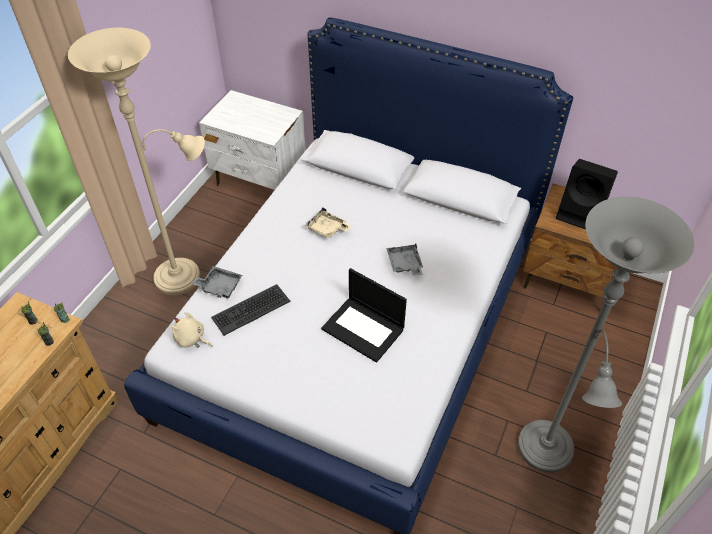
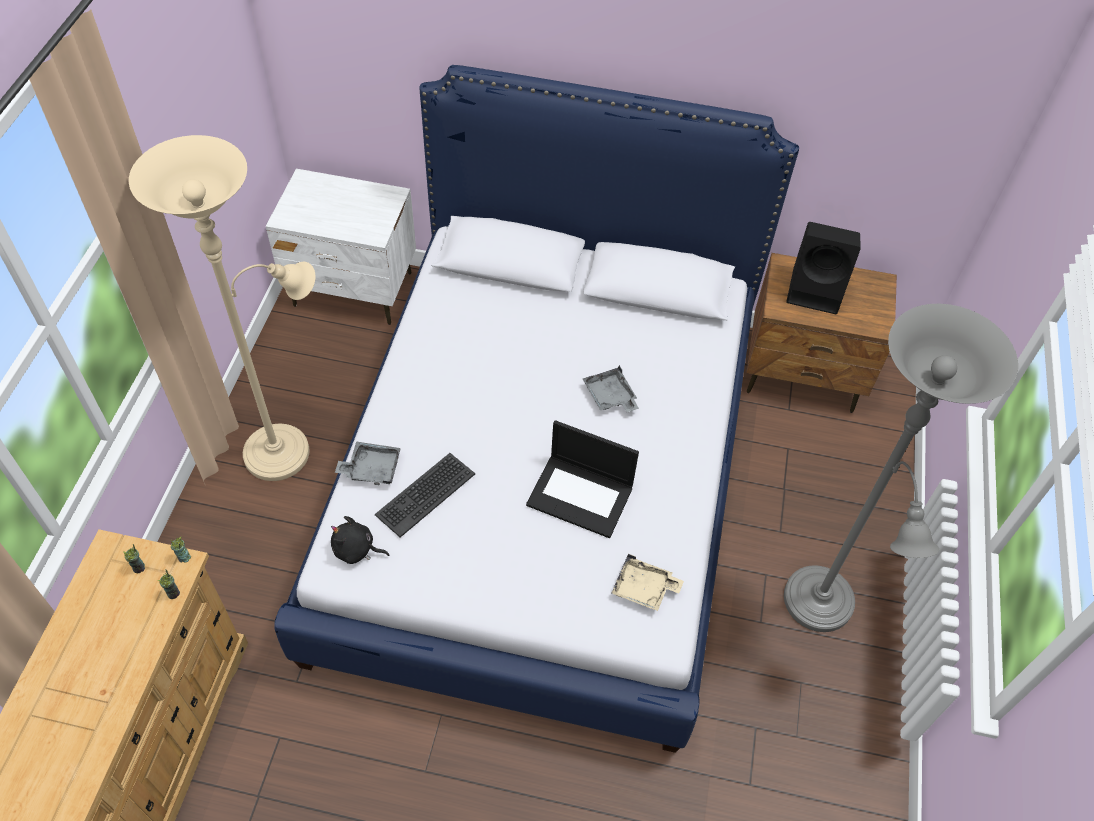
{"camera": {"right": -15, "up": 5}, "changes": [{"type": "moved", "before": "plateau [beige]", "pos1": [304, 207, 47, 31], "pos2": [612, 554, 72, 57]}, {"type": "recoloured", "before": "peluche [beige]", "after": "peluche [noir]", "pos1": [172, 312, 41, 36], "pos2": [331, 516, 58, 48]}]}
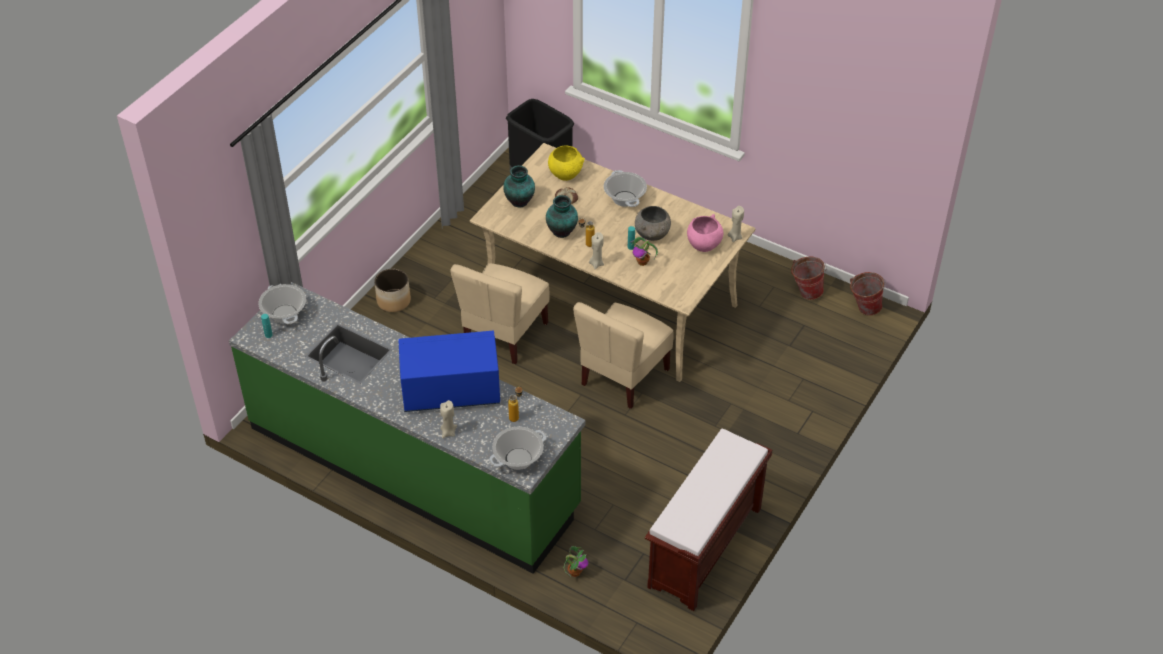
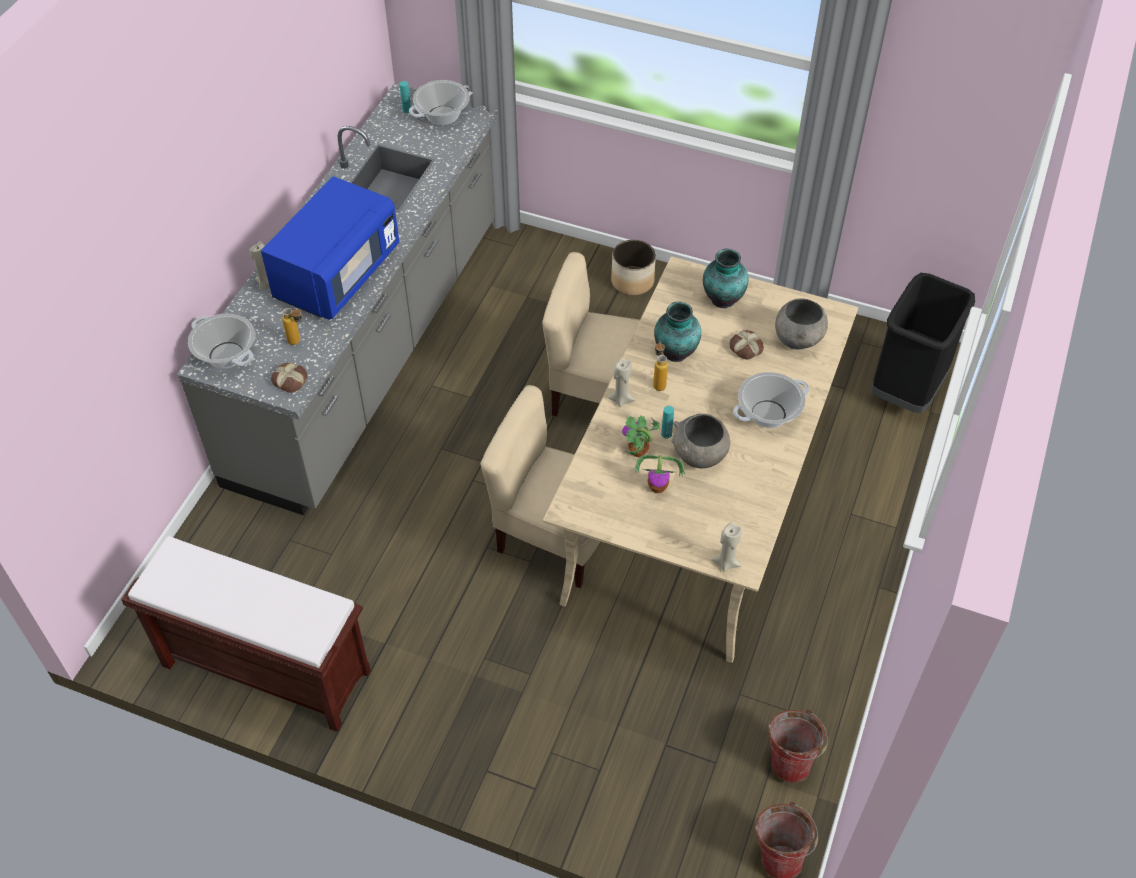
{"camera": {"right": 80, "up": 5}, "changes": [{"type": "removed", "before": "bol [rose]", "pos1": [687, 214, 37, 38]}, {"type": "added", "after": "pain", "pos2": [271, 363, 37, 30]}, {"type": "moved", "before": "plante en pot", "pos1": [564, 546, 24, 31], "pos2": [633, 455, 52, 38]}, {"type": "recoloured", "before": "comptoir de cuisine [vert]", "after": "comptoir de cuisine [gris]", "pos1": [229, 282, 357, 292], "pos2": [177, 83, 321, 432]}, {"type": "recoloured", "before": "bol [jaune]", "after": "bol [gris]", "pos1": [548, 145, 37, 36], "pos2": [775, 298, 53, 51]}, {"type": "turned", "before": "micro-ondes [bleu]", "pos1": [398, 330, 102, 82], "pos2": [261, 176, 138, 144], "turn": 45}]}
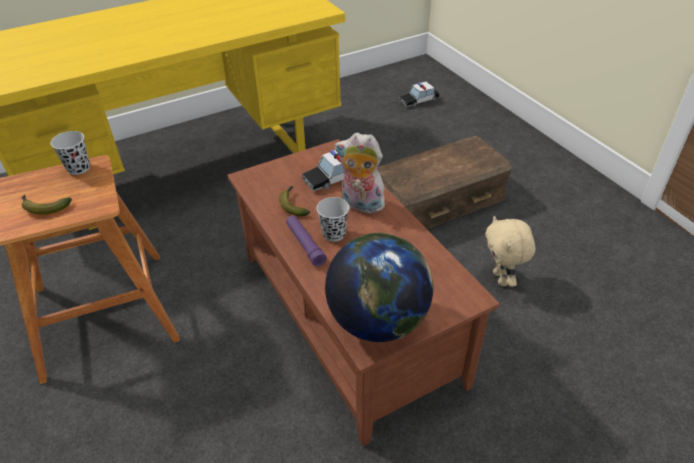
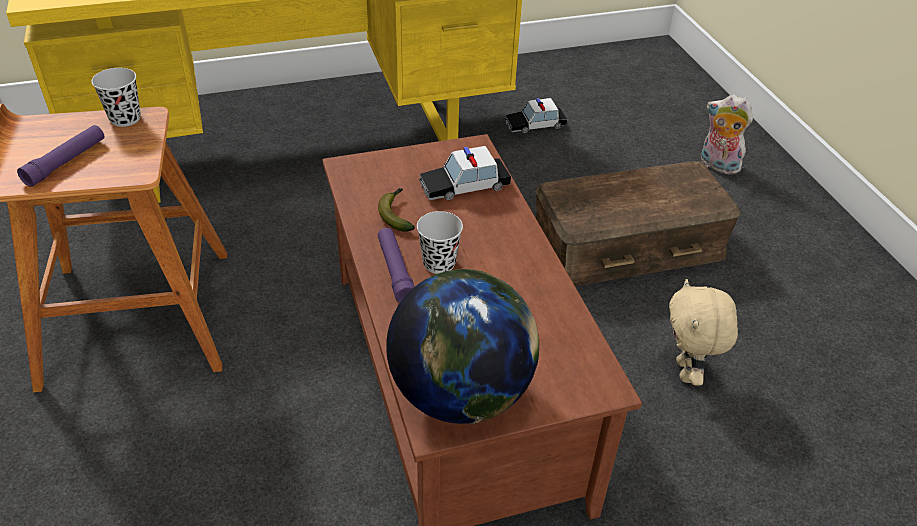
{"camera": {"right": 10, "up": 0}, "changes": [{"type": "moved", "before": "peluche", "pos1": [335, 133, 50, 80], "pos2": [701, 94, 52, 81]}, {"type": "moved", "before": "petite voiture", "pos1": [399, 82, 41, 25], "pos2": [505, 98, 62, 35]}, {"type": "replaced", "before": "banane", "after": "lampe de poche [violet]", "pos1": [22, 195, 50, 19], "pos2": [17, 125, 87, 62]}]}
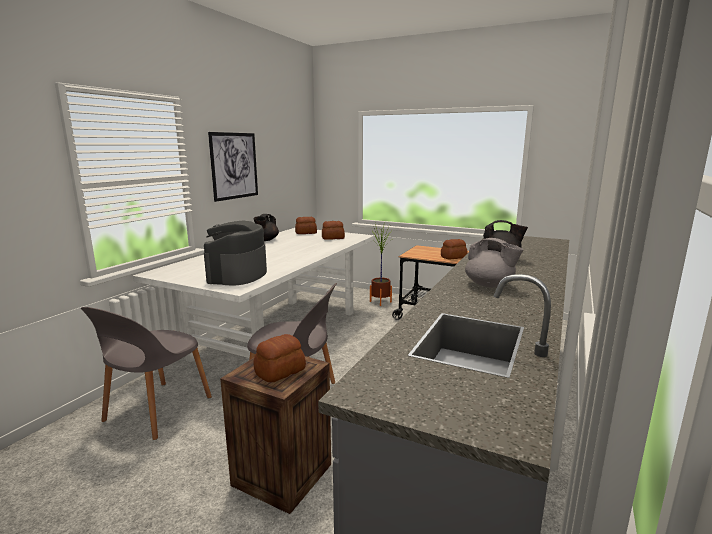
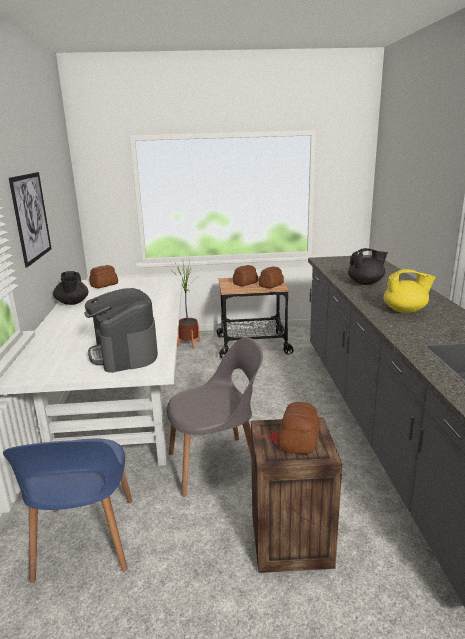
{"camera": {"right": -30, "up": 5}, "changes": [{"type": "moved", "before": "pain", "pos1": [322, 221, 23, 19], "pos2": [233, 265, 25, 21]}, {"type": "recoloured", "before": "chaise [gris]", "after": "chaise [bleu]", "pos1": [81, 307, 131, 133], "pos2": [3, 439, 130, 144]}, {"type": "recoloured", "before": "théière [gris]", "after": "théière [jaune]", "pos1": [465, 238, 59, 50], "pos2": [384, 269, 52, 44]}]}
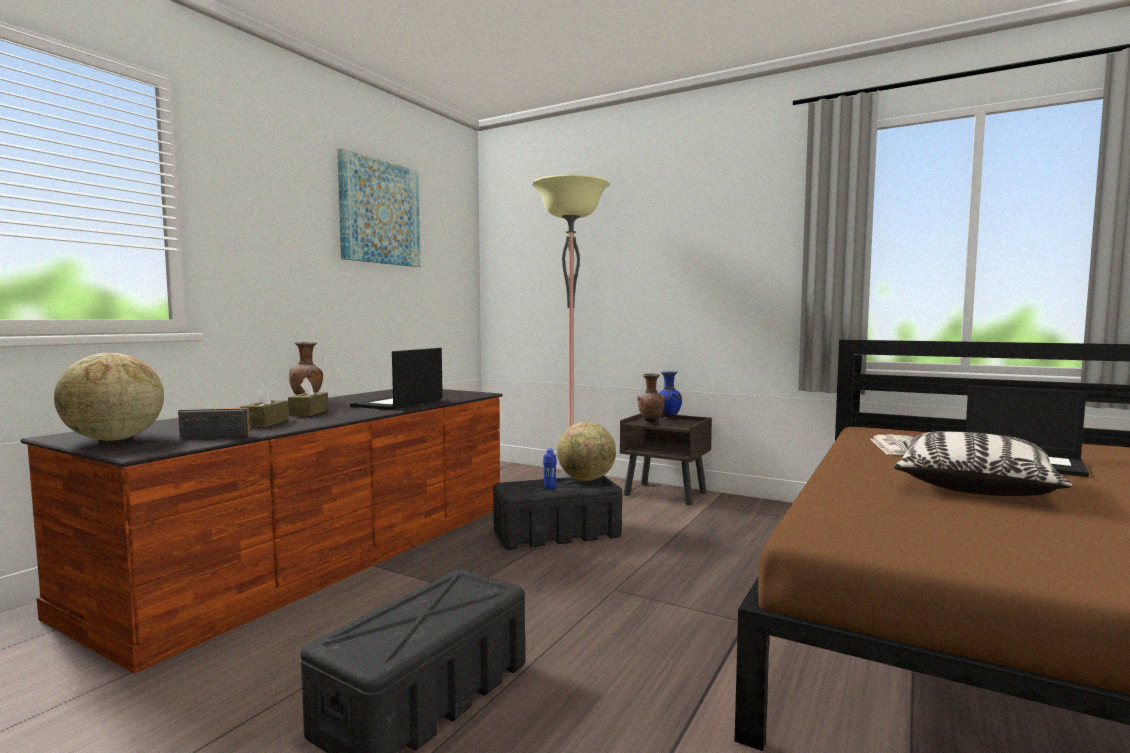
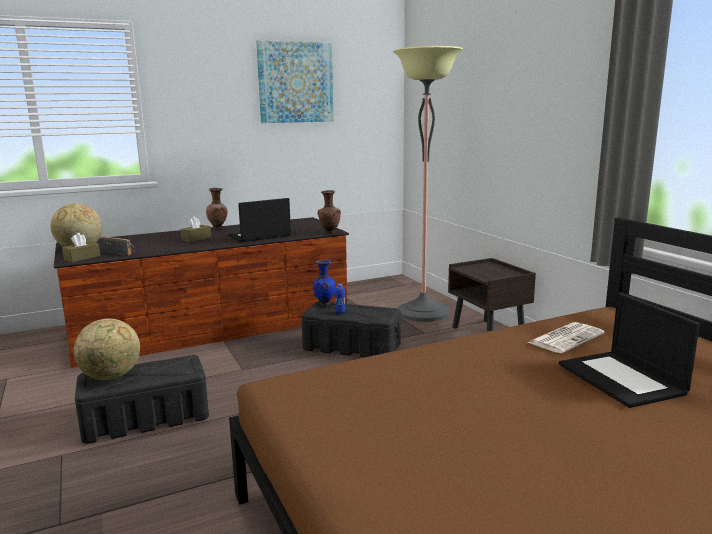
{"camera": {"right": 35, "up": 10}, "changes": [{"type": "removed", "before": "coussin", "pos1": [894, 431, 178, 65]}, {"type": "moved", "before": "boîte à mouchoirs [marron]", "pos1": [240, 384, 49, 44], "pos2": [62, 233, 39, 29]}, {"type": "moved", "before": "globe", "pos1": [557, 422, 59, 59], "pos2": [73, 318, 67, 62]}, {"type": "moved", "before": "vase [marron]", "pos1": [637, 374, 28, 51], "pos2": [318, 190, 23, 43]}, {"type": "moved", "before": "vase [bleu]", "pos1": [659, 371, 23, 49], "pos2": [313, 260, 23, 46]}]}
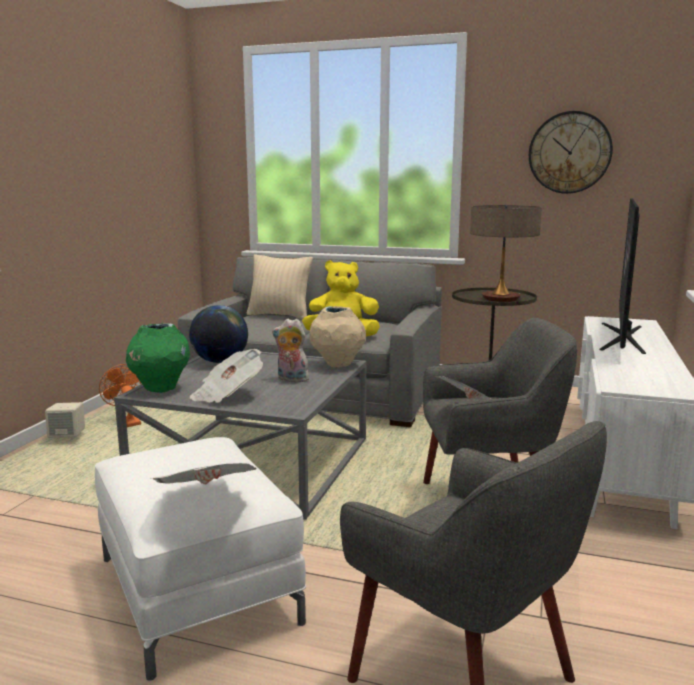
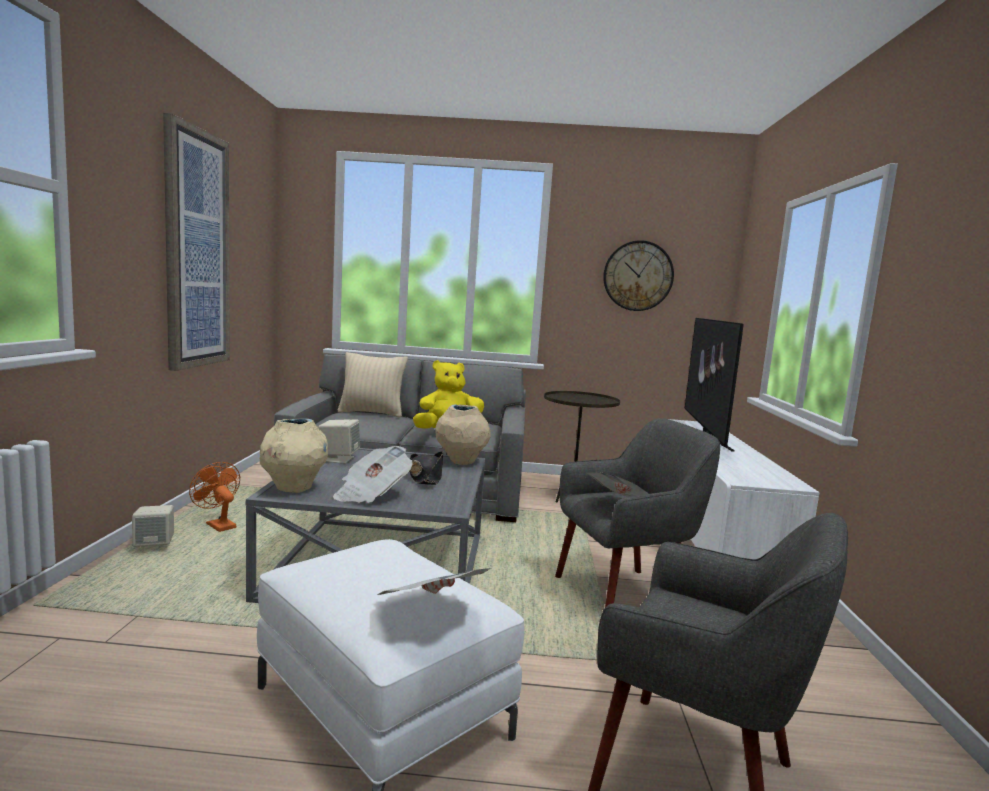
{"camera": {"right": -15, "up": -5}, "changes": [{"type": "removed", "before": "lampe de table", "pos1": [470, 205, 72, 97]}, {"type": "added", "after": "tableau", "pos2": [163, 113, 67, 258]}, {"type": "replaced", "before": "globe", "after": "enceinte [beige]", "pos1": [189, 305, 59, 58], "pos2": [318, 419, 42, 45]}, {"type": "replaced", "before": "peluche", "after": "chapeau [noir]", "pos1": [272, 319, 39, 63], "pos2": [409, 451, 34, 34]}, {"type": "recoloured", "before": "vase [vert]", "after": "vase [beige]", "pos1": [126, 324, 64, 69], "pos2": [260, 419, 68, 74]}]}
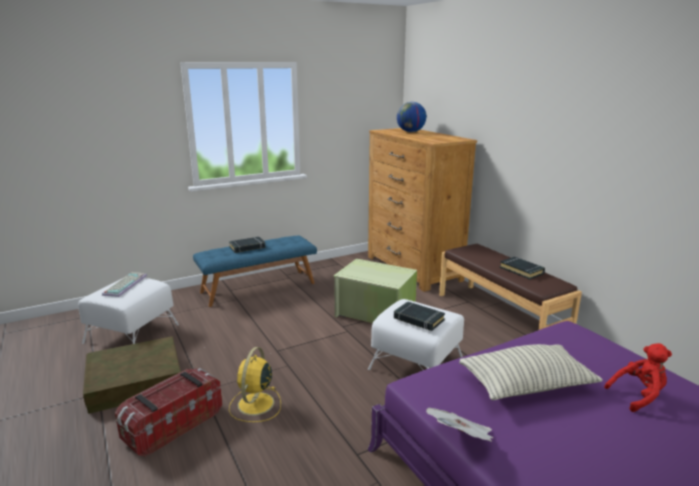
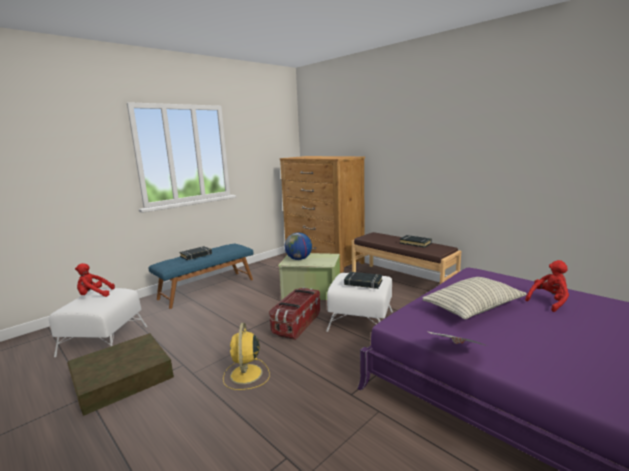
{"camera": {"right": -15, "up": -5}, "changes": [{"type": "moved", "before": "boîte de rangement", "pos1": [115, 368, 107, 89], "pos2": [269, 287, 51, 53]}, {"type": "moved", "before": "globe", "pos1": [397, 102, 29, 30], "pos2": [285, 233, 27, 27]}, {"type": "replaced", "before": "clavier", "after": "peluche [rouge]", "pos1": [102, 272, 45, 25], "pos2": [75, 263, 40, 34]}]}
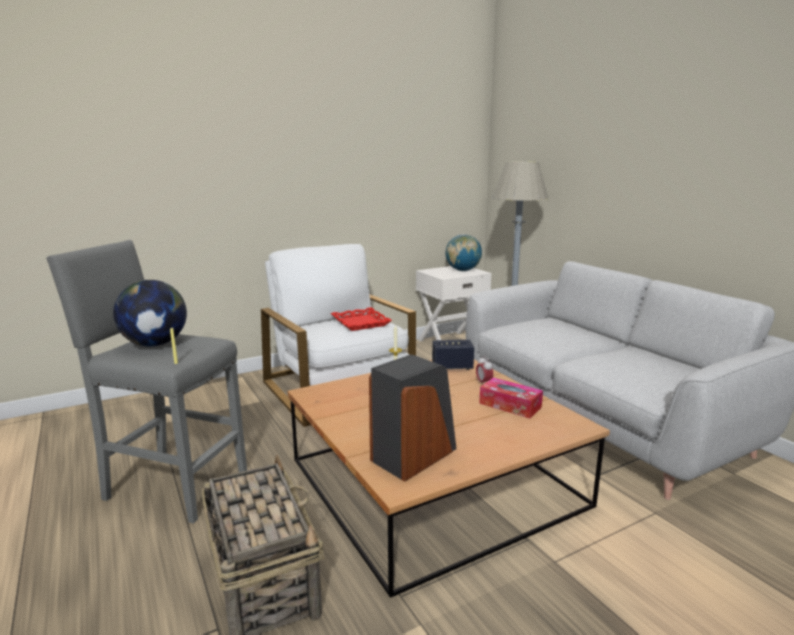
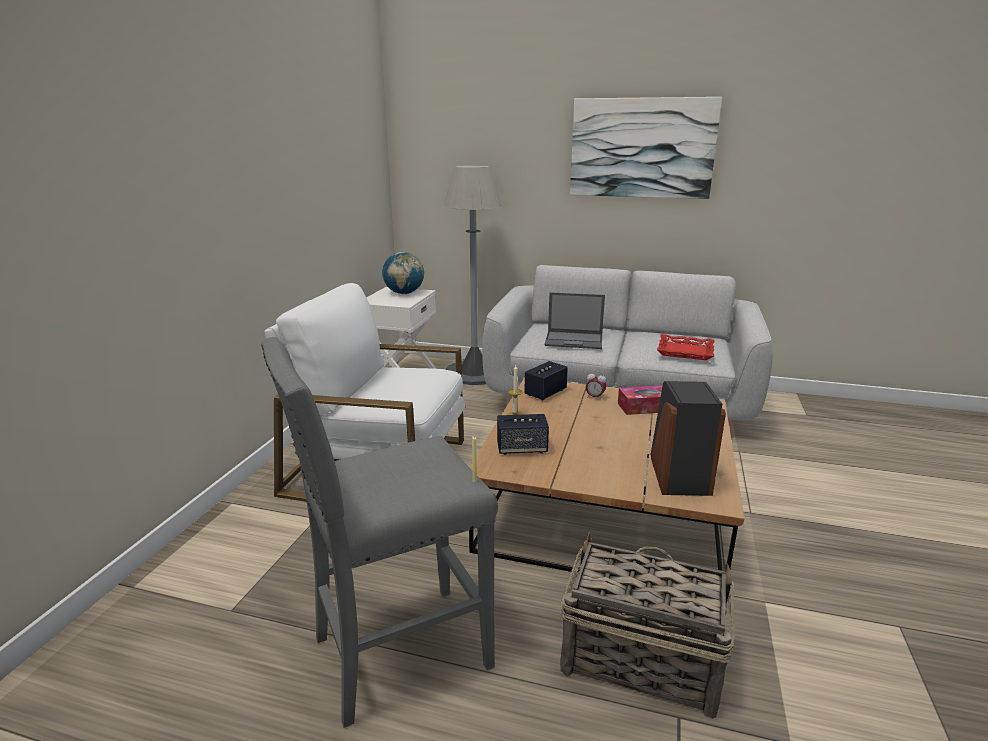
{"camera": {"right": -45, "up": 5}, "changes": [{"type": "removed", "before": "globe", "pos1": [113, 280, 74, 66]}, {"type": "added", "after": "enceinte", "pos2": [497, 414, 52, 41]}, {"type": "added", "after": "ordinateur portable", "pos2": [544, 292, 61, 57]}, {"type": "added", "after": "tableau", "pos2": [570, 97, 152, 102]}, {"type": "moved", "before": "plateau [rouge]", "pos1": [331, 307, 61, 24], "pos2": [657, 334, 58, 26]}]}
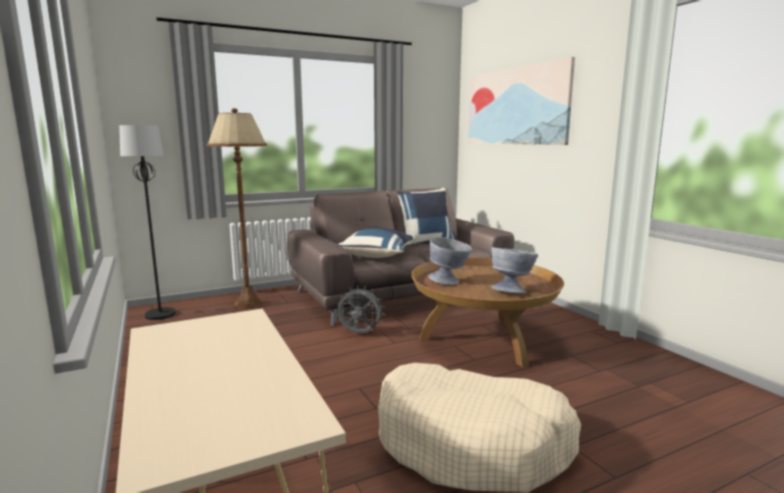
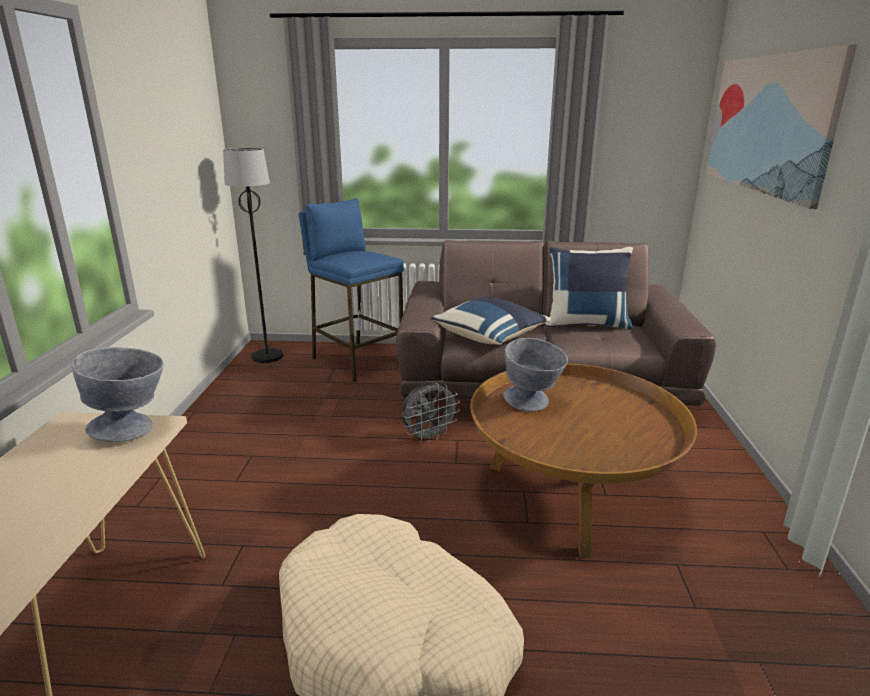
{"camera": {"right": 30, "up": 10}, "changes": [{"type": "moved", "before": "bol [gris]", "pos1": [491, 247, 47, 46], "pos2": [72, 347, 92, 95]}, {"type": "replaced", "before": "lampadaire [marron]", "after": "tabouret [bleu]", "pos1": [207, 108, 60, 200], "pos2": [299, 198, 105, 185]}, {"type": "turned", "before": "ventilateur [gris]", "pos1": [337, 285, 48, 48], "pos2": [402, 382, 58, 61], "turn": 105}]}
